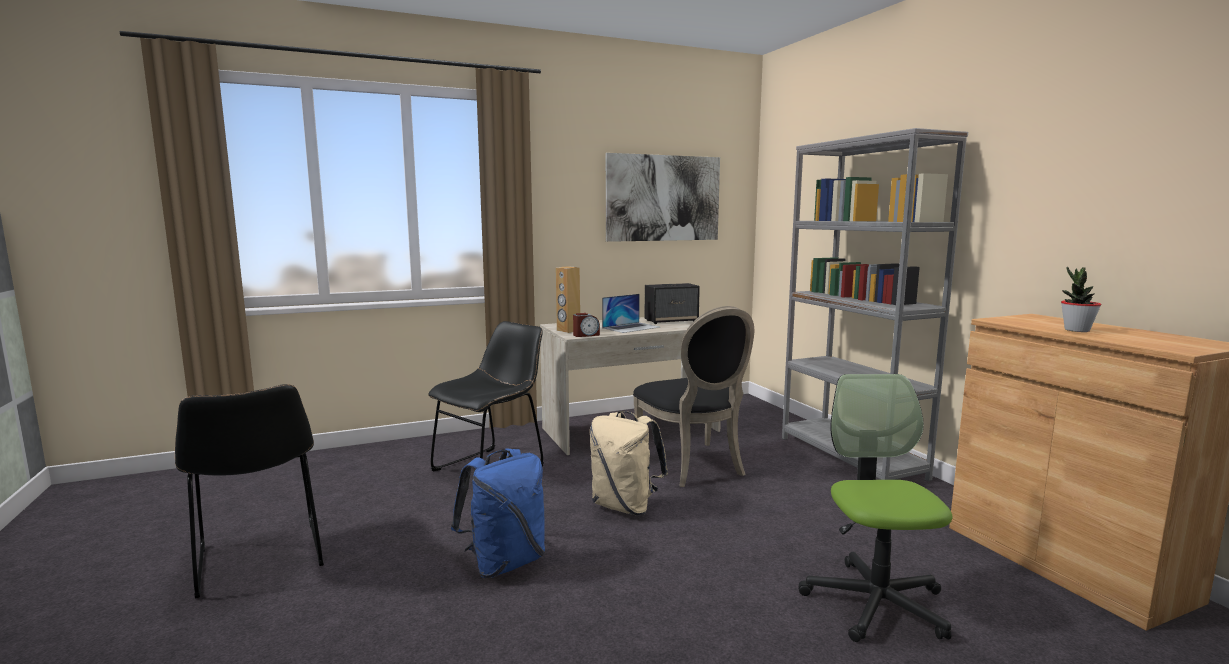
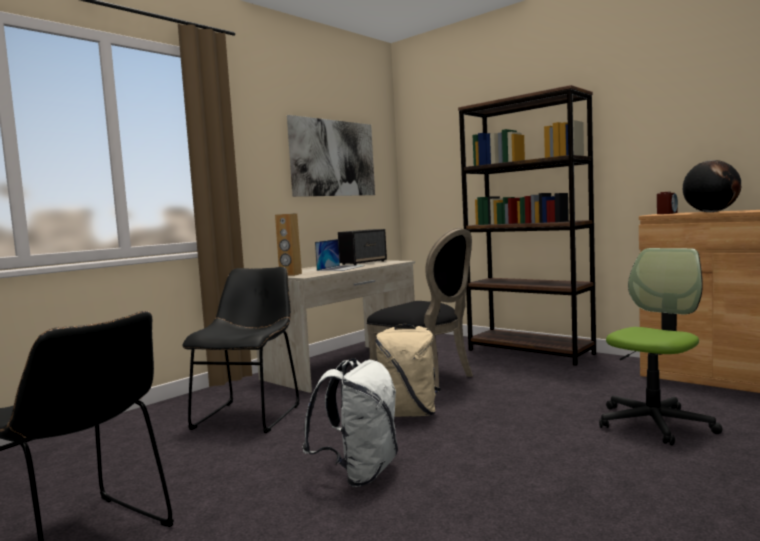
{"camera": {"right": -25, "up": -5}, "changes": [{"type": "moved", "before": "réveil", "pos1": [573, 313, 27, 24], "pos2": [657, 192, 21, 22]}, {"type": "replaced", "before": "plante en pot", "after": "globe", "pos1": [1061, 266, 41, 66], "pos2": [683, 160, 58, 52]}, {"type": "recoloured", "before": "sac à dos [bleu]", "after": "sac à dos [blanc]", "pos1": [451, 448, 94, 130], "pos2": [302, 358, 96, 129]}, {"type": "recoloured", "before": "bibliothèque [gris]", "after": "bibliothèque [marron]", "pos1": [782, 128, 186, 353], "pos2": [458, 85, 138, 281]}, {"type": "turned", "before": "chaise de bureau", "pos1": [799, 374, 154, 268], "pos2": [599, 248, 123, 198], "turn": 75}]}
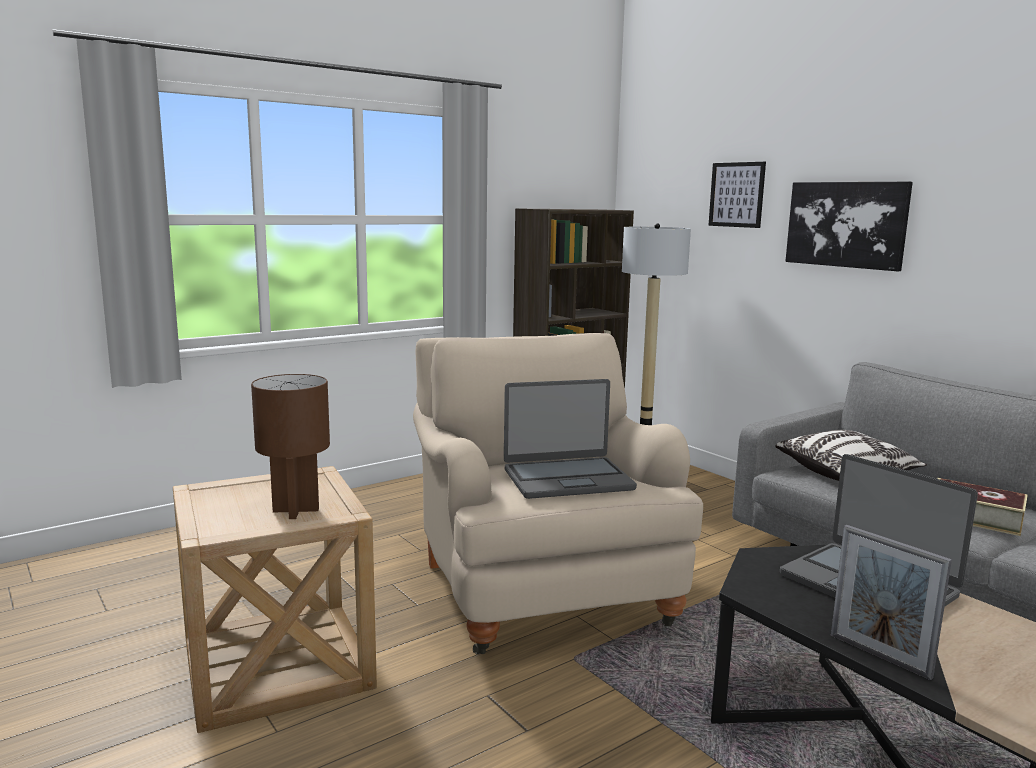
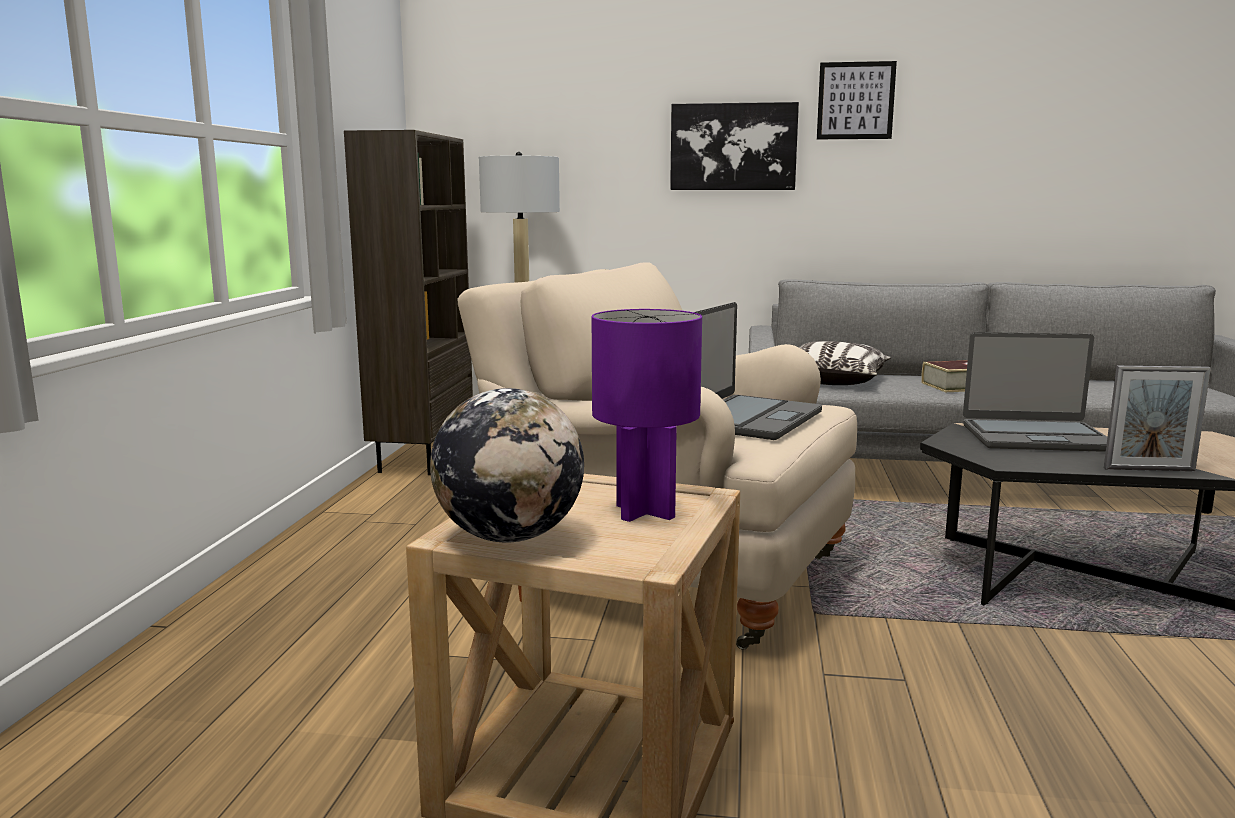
{"camera": {"right": -45, "up": 0}, "changes": [{"type": "added", "after": "globe", "pos2": [430, 388, 154, 155]}, {"type": "moved", "before": "tableau", "pos1": [708, 162, 58, 66], "pos2": [817, 61, 80, 78]}, {"type": "recoloured", "before": "lampe de table [marron]", "after": "lampe de table [violet]", "pos1": [251, 374, 79, 145], "pos2": [592, 309, 110, 213]}]}
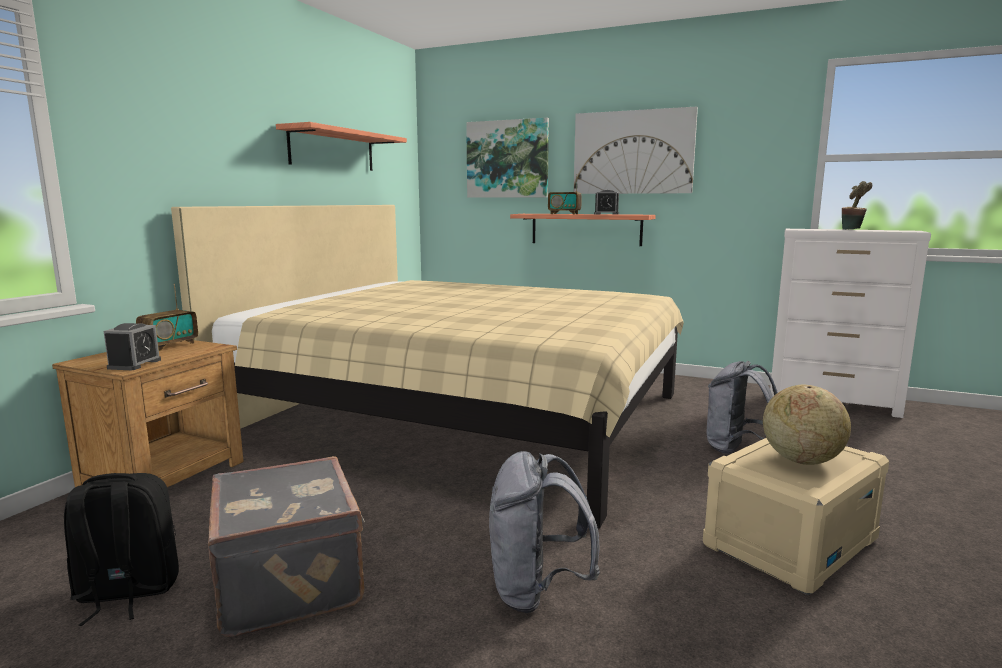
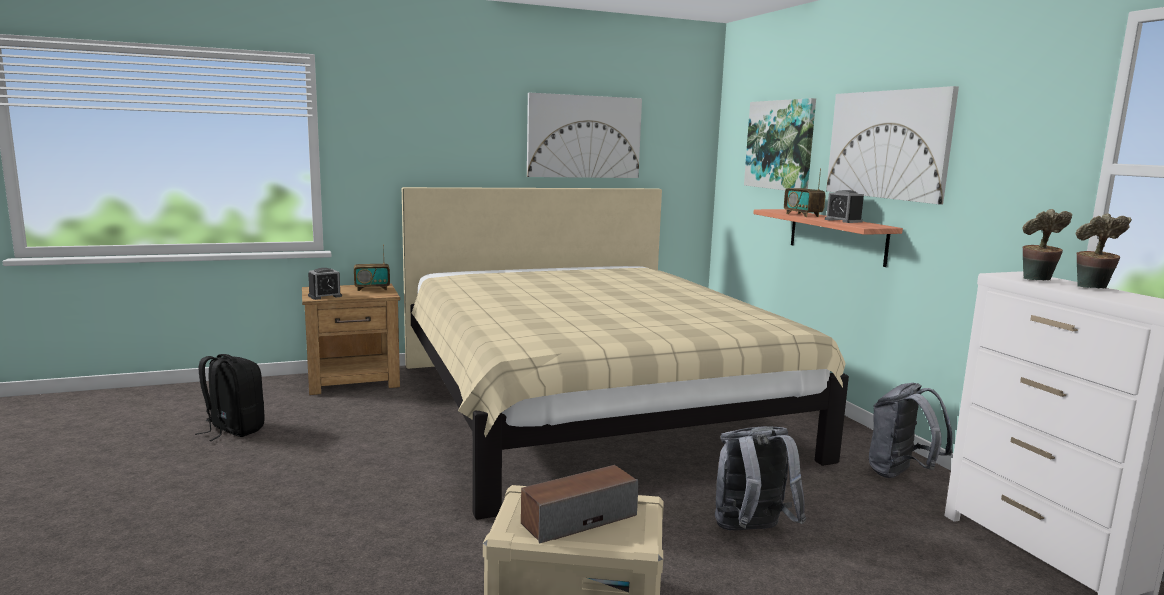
{"camera": {"right": 45, "up": 0}, "changes": [{"type": "removed", "before": "valise [gris]", "pos1": [208, 456, 157, 181]}, {"type": "added", "after": "plante en pot", "pos2": [1022, 209, 51, 71]}, {"type": "moved", "before": "sac à dos [gris]", "pos1": [489, 451, 111, 162], "pos2": [869, 383, 83, 95]}, {"type": "replaced", "before": "étagère", "after": "tableau", "pos1": [276, 122, 131, 49], "pos2": [527, 93, 115, 85]}, {"type": "replaced", "before": "globe", "after": "enceinte", "pos1": [763, 385, 88, 80], "pos2": [521, 465, 118, 78]}]}
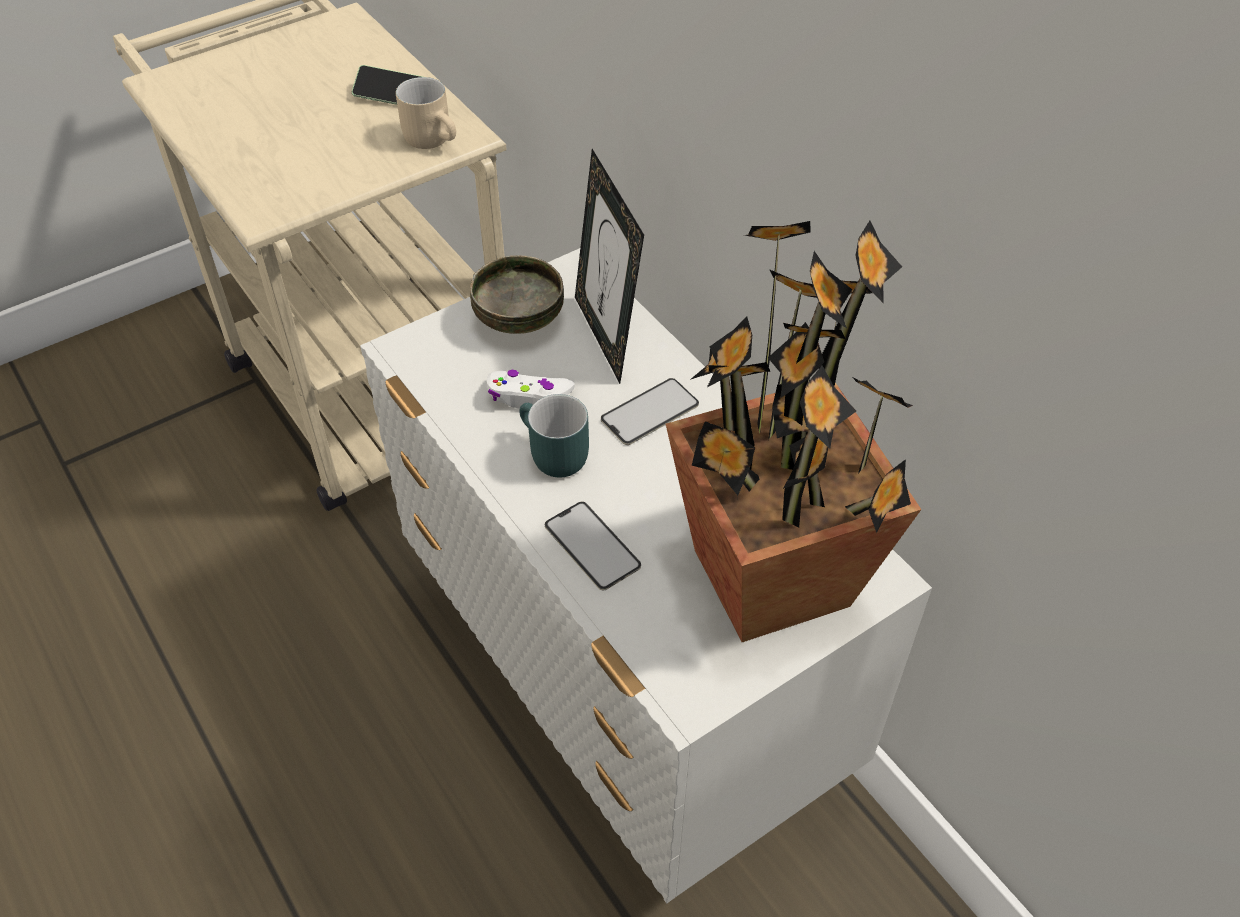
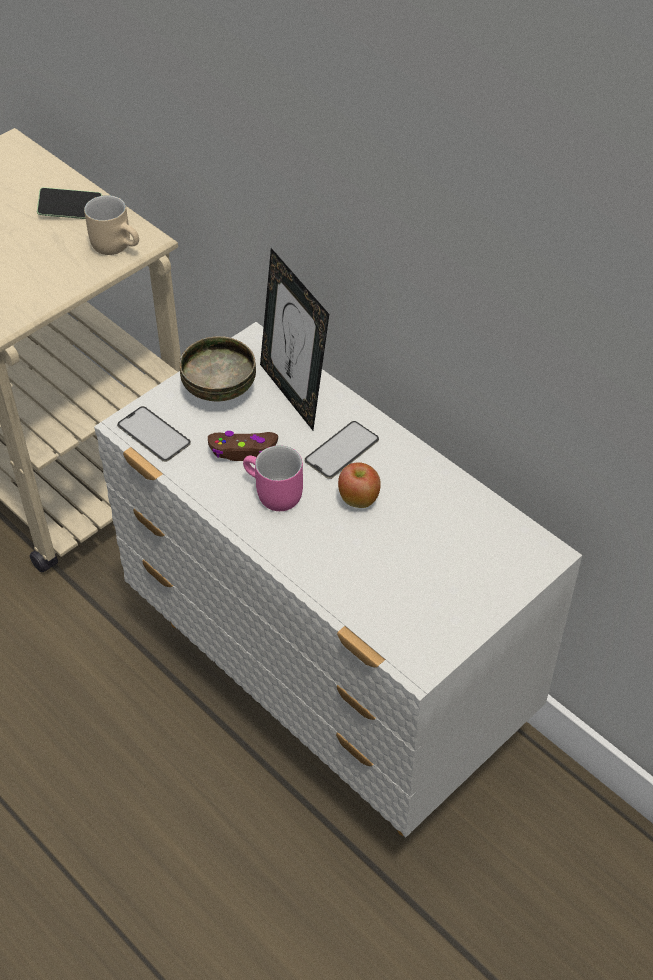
{"camera": {"right": -10, "up": 0}, "changes": [{"type": "removed", "before": "plante en pot", "pos1": [666, 221, 256, 421]}, {"type": "added", "after": "pomme", "pos2": [338, 463, 43, 45]}, {"type": "moved", "before": "téléphone", "pos1": [545, 502, 96, 88], "pos2": [117, 406, 74, 56]}, {"type": "recoloured", "before": "manette [blanc]", "after": "manette [marron]", "pos1": [487, 370, 88, 38], "pos2": [208, 431, 70, 30]}, {"type": "recoloured", "before": "mug [turquoise]", "after": "mug [rose]", "pos1": [519, 394, 70, 84], "pos2": [243, 445, 60, 66]}]}
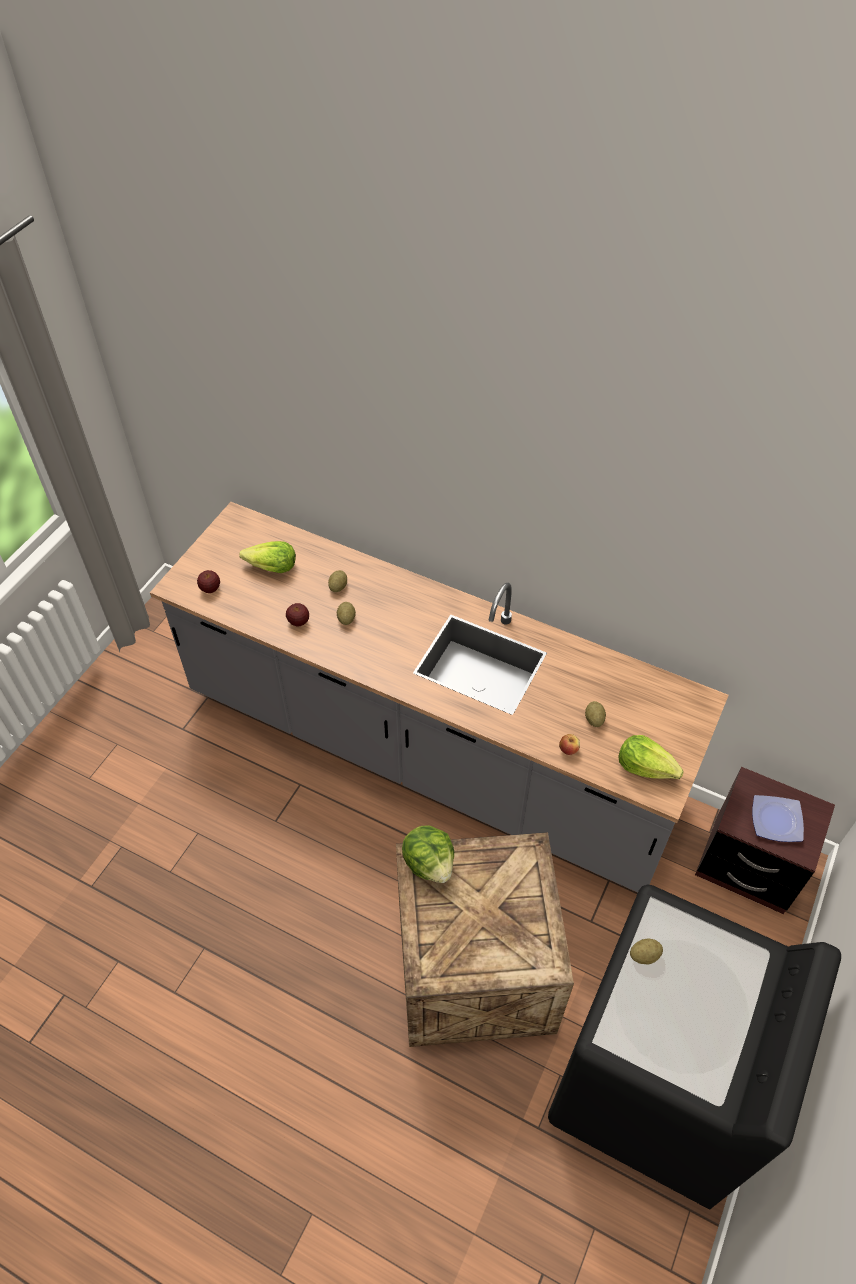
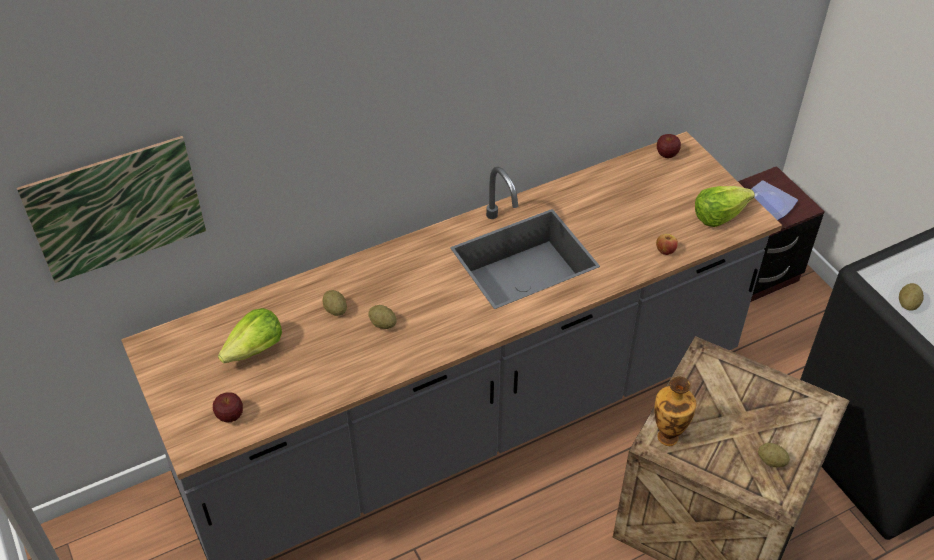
{"camera": {"right": -55, "up": -5}, "changes": [{"type": "added", "after": "tableau", "pos2": [17, 136, 189, 147]}, {"type": "moved", "before": "pomme", "pos1": [286, 603, 23, 23], "pos2": [657, 134, 24, 24]}, {"type": "moved", "before": "pomme de terre", "pos1": [585, 701, 21, 26], "pos2": [758, 443, 32, 25]}, {"type": "replaced", "before": "laitue", "after": "vase", "pos1": [402, 825, 52, 58], "pos2": [654, 377, 42, 69]}]}
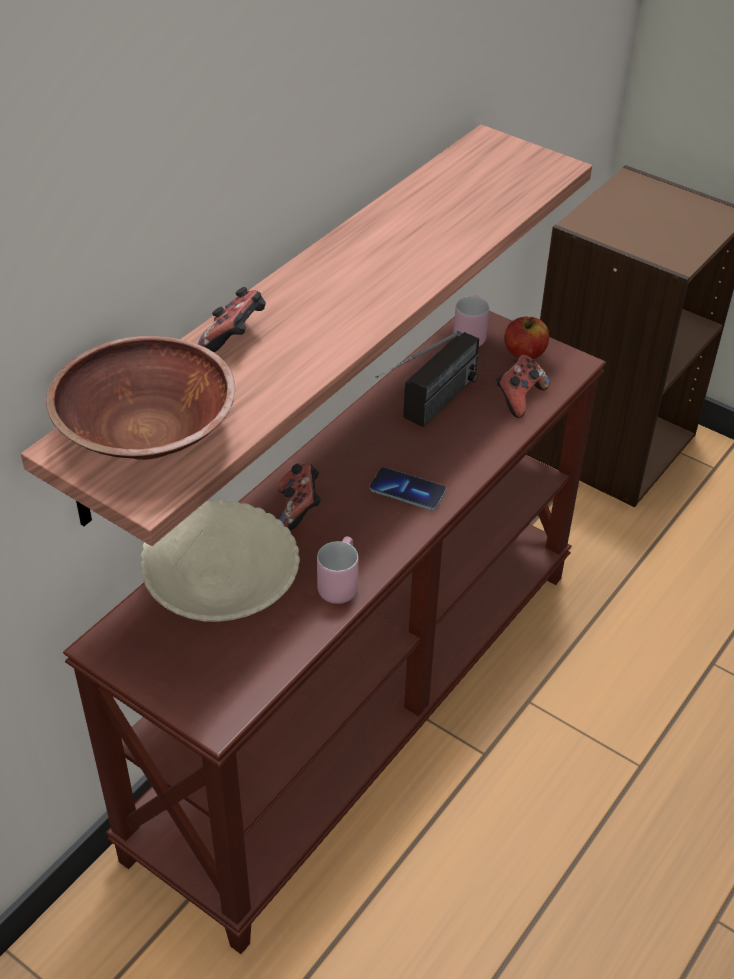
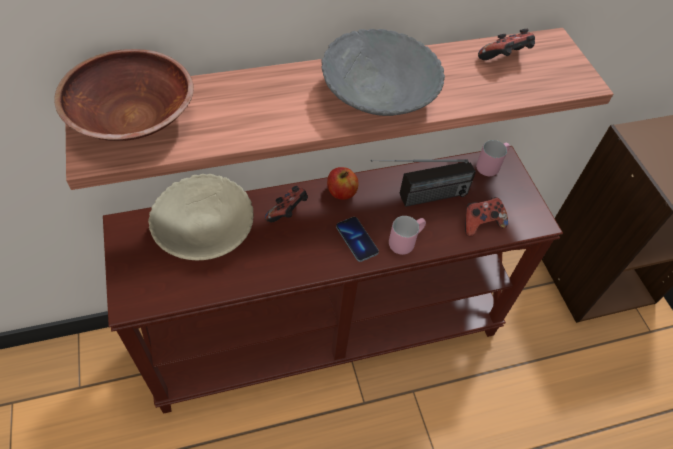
{"camera": {"right": 35, "up": 10}, "changes": [{"type": "added", "after": "bol [gris]", "pos2": [321, 29, 124, 87]}, {"type": "moved", "before": "manette", "pos1": [198, 287, 68, 66], "pos2": [478, 29, 57, 31]}, {"type": "moved", "before": "mug [rose]", "pos1": [317, 536, 42, 68], "pos2": [389, 216, 37, 39]}, {"type": "moved", "before": "pomme", "pos1": [505, 316, 44, 43], "pos2": [327, 167, 32, 33]}]}
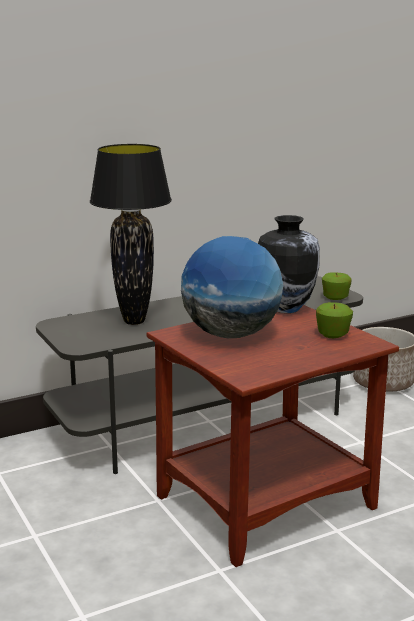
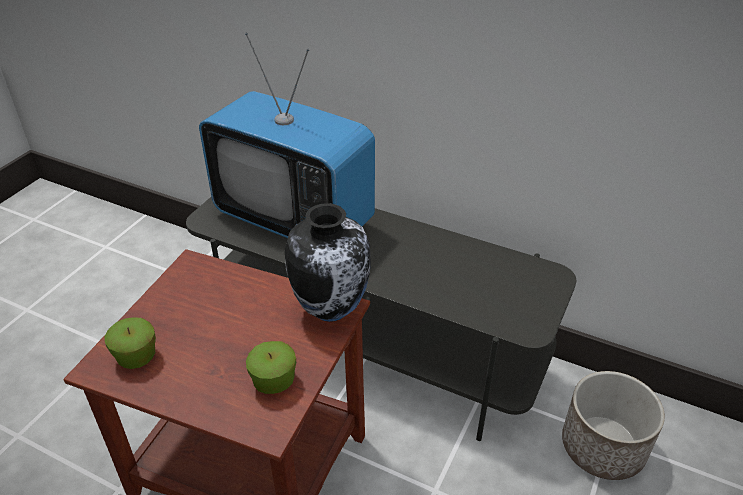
{"camera": {"right": 55, "up": 20}, "changes": [{"type": "removed", "before": "globe", "pos1": [181, 236, 102, 102]}, {"type": "moved", "before": "pomme", "pos1": [322, 272, 30, 28], "pos2": [105, 317, 51, 52]}, {"type": "replaced", "before": "lampe de table [noir]", "after": "téléviseur", "pos1": [90, 144, 82, 181], "pos2": [199, 33, 176, 205]}]}
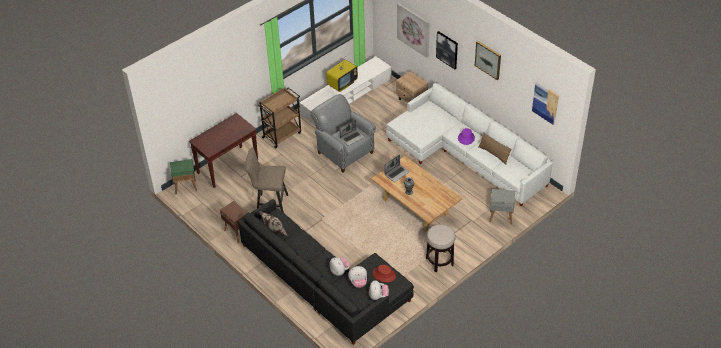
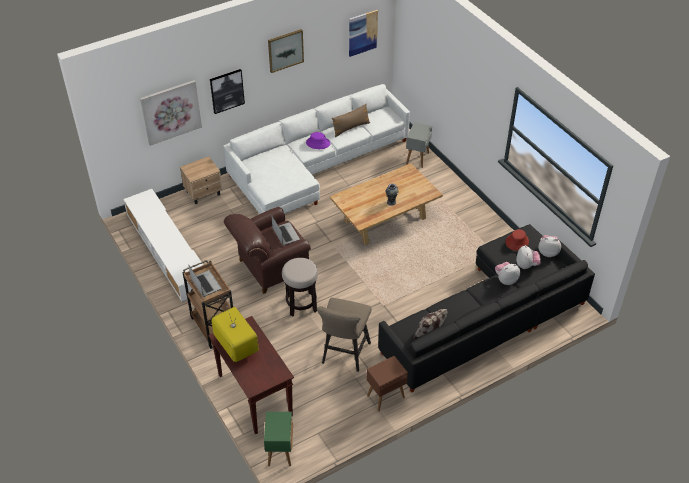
{"camera": {"right": -80, "up": 0}, "changes": [{"type": "moved", "before": "téléviseur", "pos1": [326, 56, 32, 36], "pos2": [211, 306, 48, 56]}, {"type": "moved", "before": "ordinateur portable", "pos1": [384, 154, 26, 28], "pos2": [189, 266, 33, 31]}, {"type": "moved", "before": "tabouret", "pos1": [426, 224, 30, 48], "pos2": [282, 258, 36, 58]}, {"type": "recoloured", "before": "fauteuil [gris]", "after": "fauteuil [marron]", "pos1": [310, 94, 66, 79], "pos2": [224, 207, 87, 87]}]}
